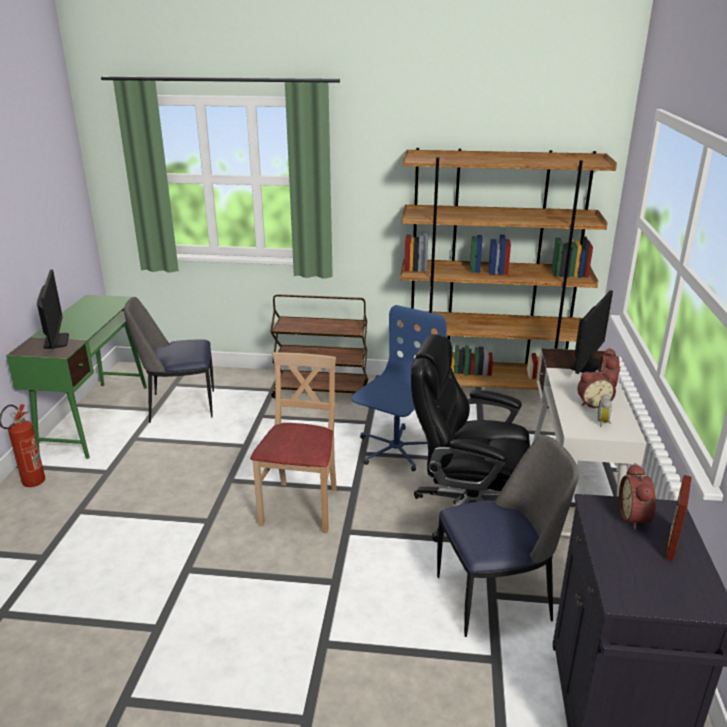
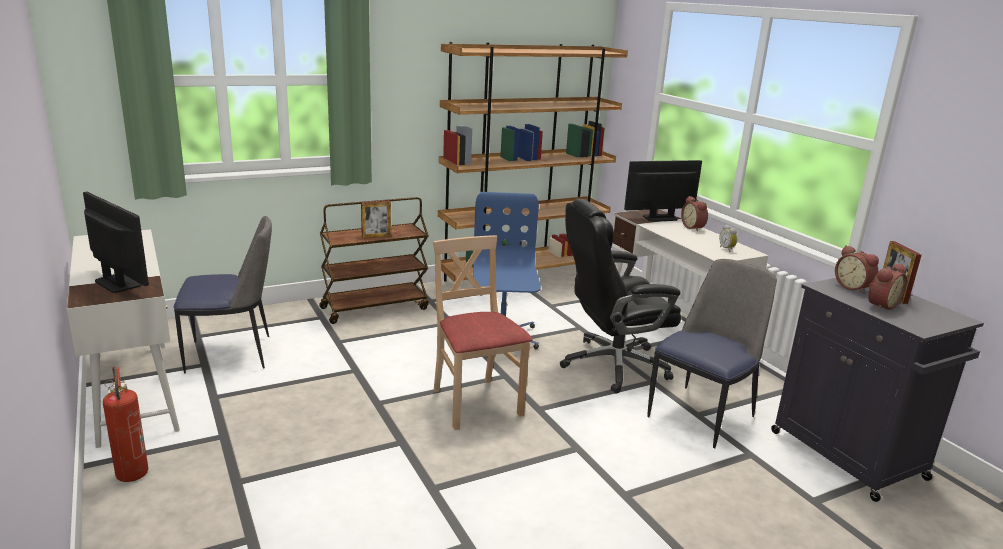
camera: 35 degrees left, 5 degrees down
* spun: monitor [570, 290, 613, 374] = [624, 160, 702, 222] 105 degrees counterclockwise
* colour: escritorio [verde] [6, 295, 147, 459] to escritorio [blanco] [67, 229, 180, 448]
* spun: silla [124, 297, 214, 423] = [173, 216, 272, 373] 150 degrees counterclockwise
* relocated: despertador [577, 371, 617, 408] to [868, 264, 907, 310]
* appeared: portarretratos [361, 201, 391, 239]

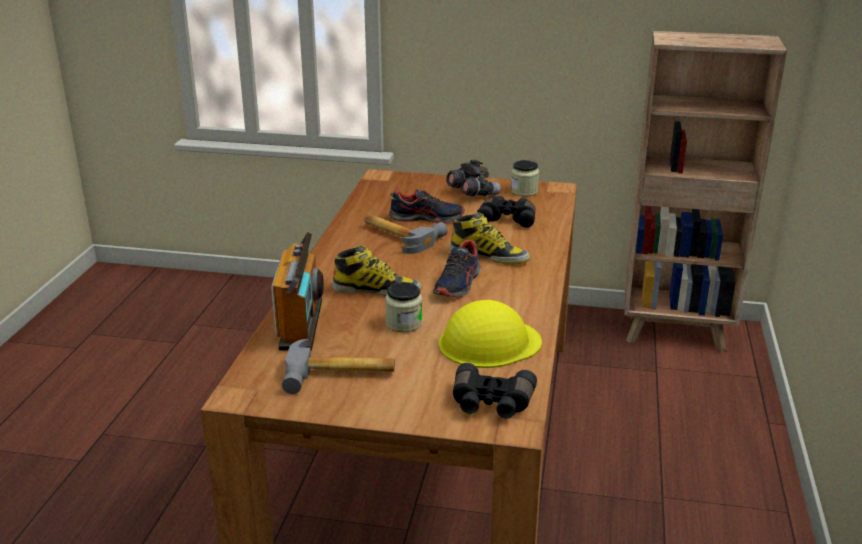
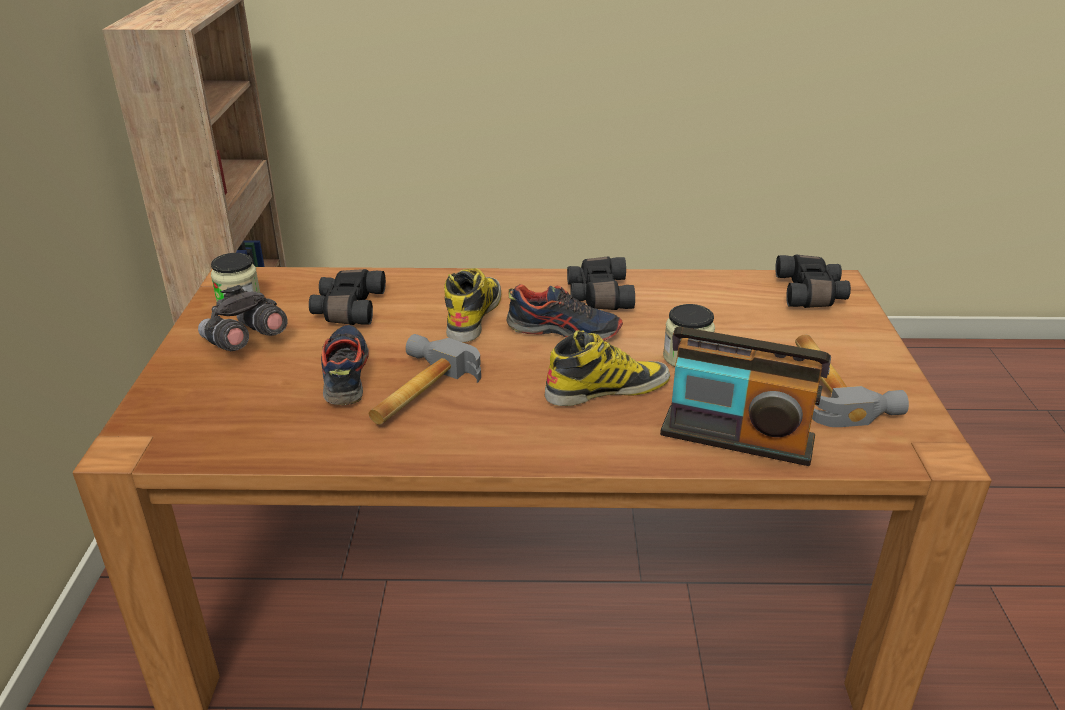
camera: 100 degrees left, 5 degrees up
* spun: radio [271, 232, 324, 351] = [660, 327, 831, 466] 150 degrees counterclockwise
* spun: bota [332, 245, 421, 296] = [545, 330, 670, 406] 75 degrees clockwise
* missing: casco [amarillo] [439, 300, 542, 368]
* appeared: prismáticos [negro] [567, 257, 635, 310]

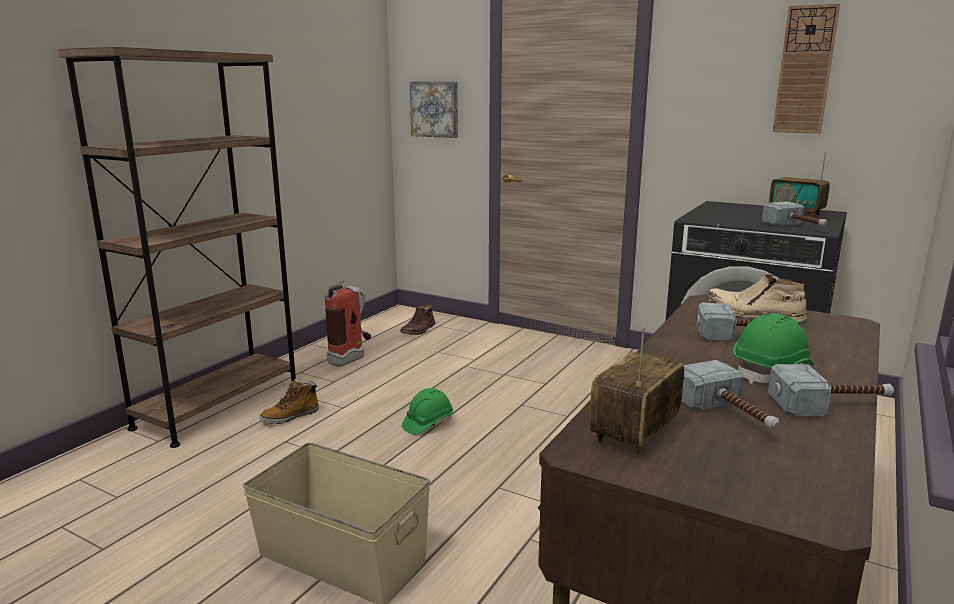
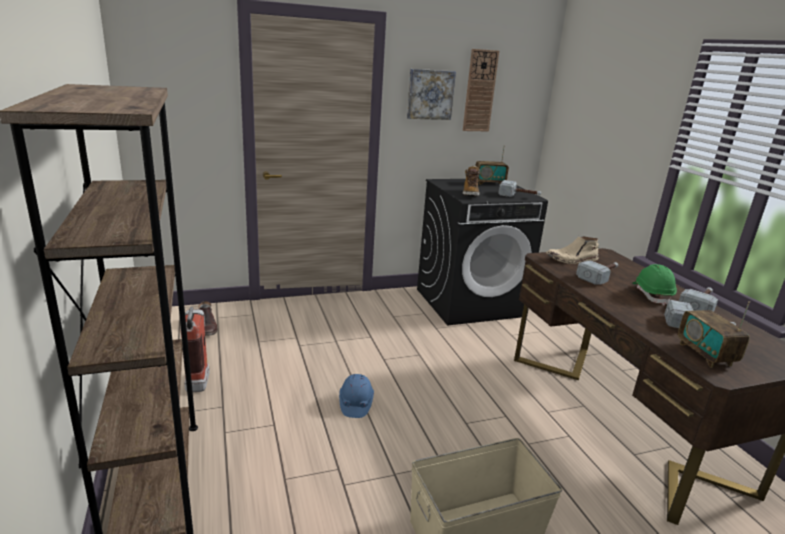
camera: 50 degrees left, 5 degrees up
* relocated: cuadro [410, 82, 458, 138] to [407, 69, 456, 120]
* relocated: bota [260, 378, 319, 424] to [463, 166, 480, 197]
* colour: casco [verde] [402, 388, 453, 435] to casco [azul] [339, 374, 374, 418]

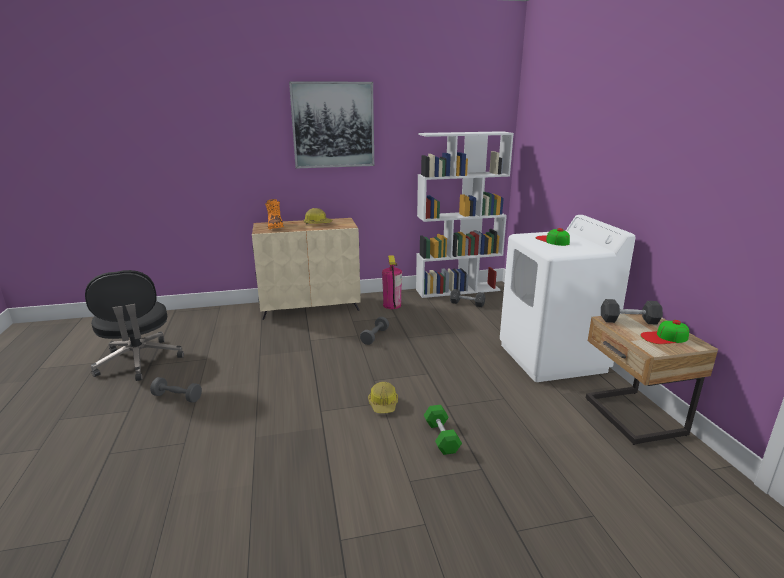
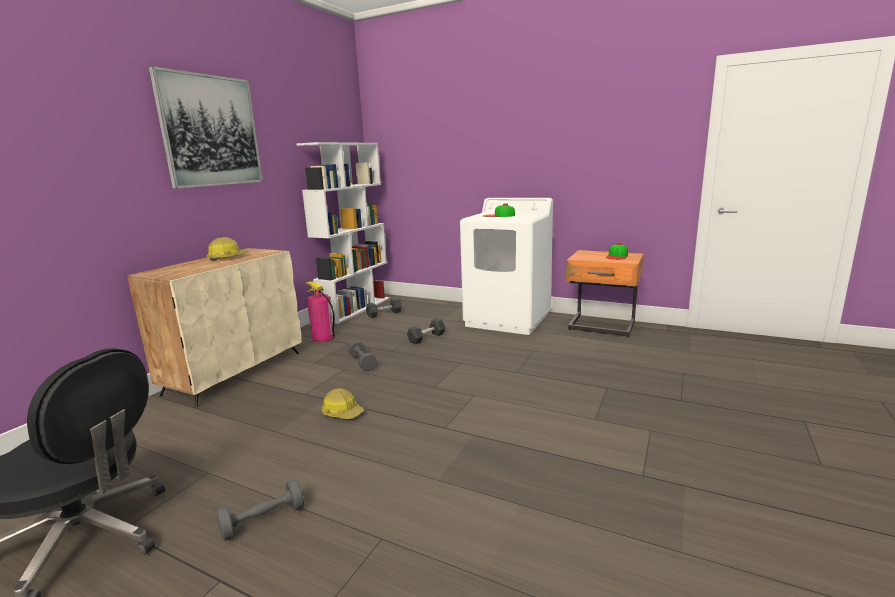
camera: 50 degrees left, 5 degrees down
* missing: bota [naranja] [265, 199, 284, 230]
* relocated: mancuerna [gris] [601, 299, 663, 324] to [407, 318, 446, 344]
* colour: mesita de noche [beis] [586, 313, 718, 445] to mesita de noche [naranja] [566, 250, 644, 337]
* relocated: casco [368, 382, 398, 413] to [322, 388, 364, 419]
* missing: mancuerna [verde] [424, 405, 462, 455]

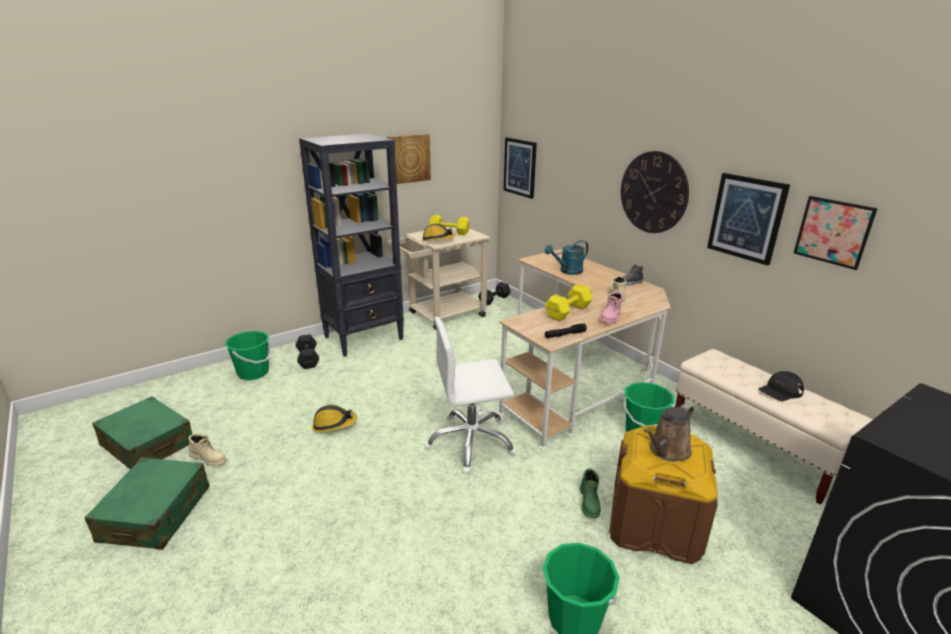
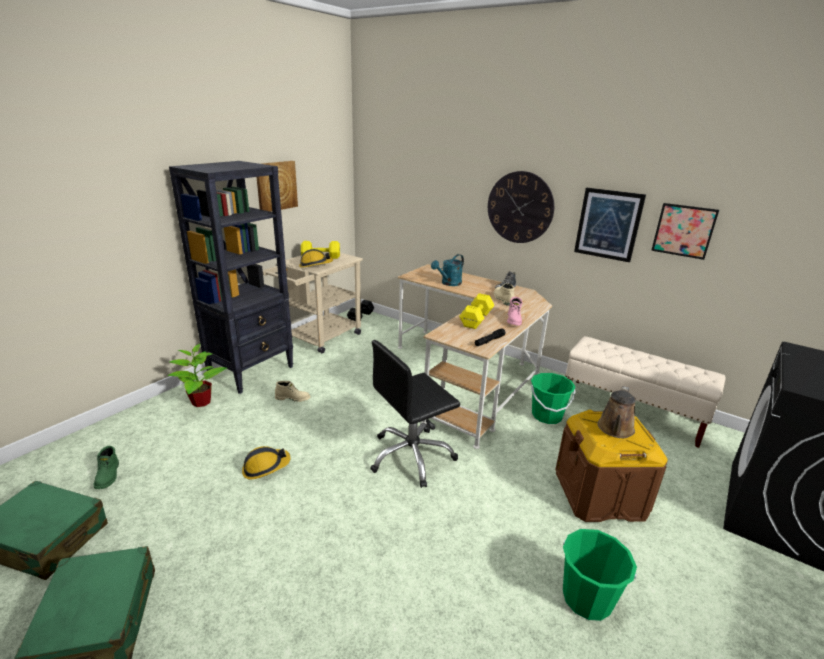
camera: 20 degrees left, 0 degrees up
* missing: cuadro [504, 137, 537, 199]
* colour: silla de oficina [blanco] [424, 317, 517, 474] to silla de oficina [negro] [370, 340, 460, 488]
* missing: cubo [verde] [224, 331, 271, 380]
* exchanged: mancuerna [negro] [296, 334, 319, 369] to planta en maceta [167, 343, 227, 407]
* missing: gorra [negro] [759, 371, 804, 401]
* relocated: bota [beis] [189, 434, 227, 466] to [275, 381, 310, 402]
* relocated: bota [verde] [580, 469, 601, 518] to [94, 446, 119, 489]

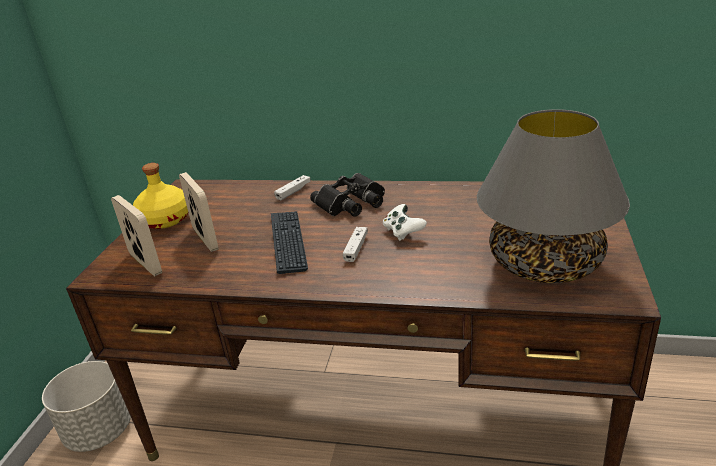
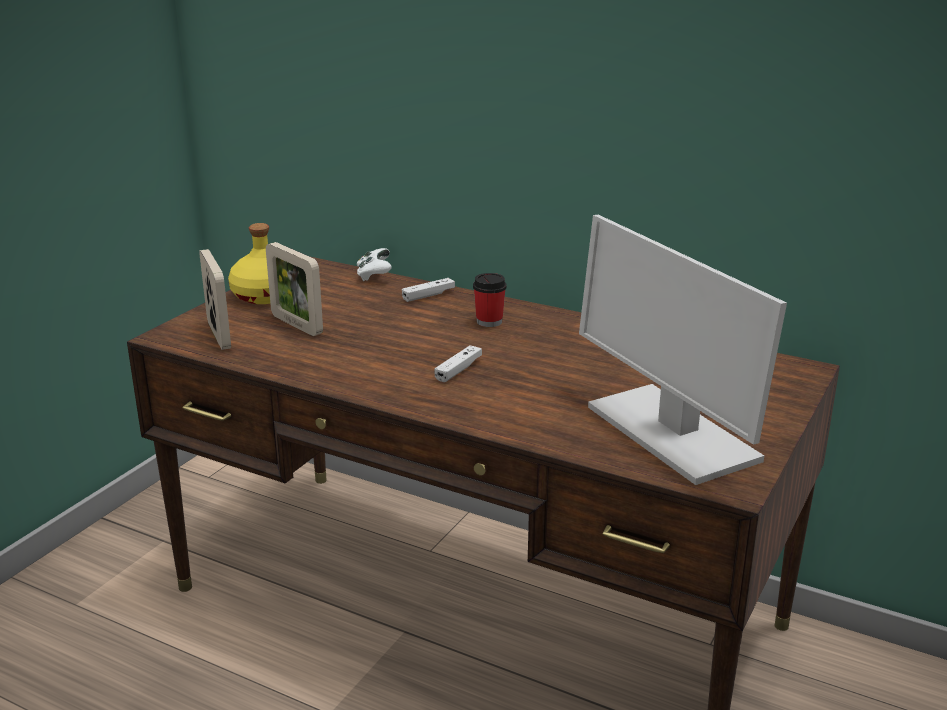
camera: 15 degrees right, 5 degrees down
* exchanged: lámpara de mesa [gris] [477, 109, 630, 283] to monitor [579, 215, 787, 485]
* spun: portarretratos [179, 172, 219, 252] = [266, 242, 323, 336] 150 degrees clockwise
* exchanged: prismáticos [negro] [310, 173, 385, 217] to taza [473, 273, 507, 327]
* relocated: mando de consola [blanco] [383, 204, 427, 241] to [357, 248, 392, 281]
* missing: teclado [271, 211, 308, 274]
* missing: maceta [gris] [42, 361, 131, 452]

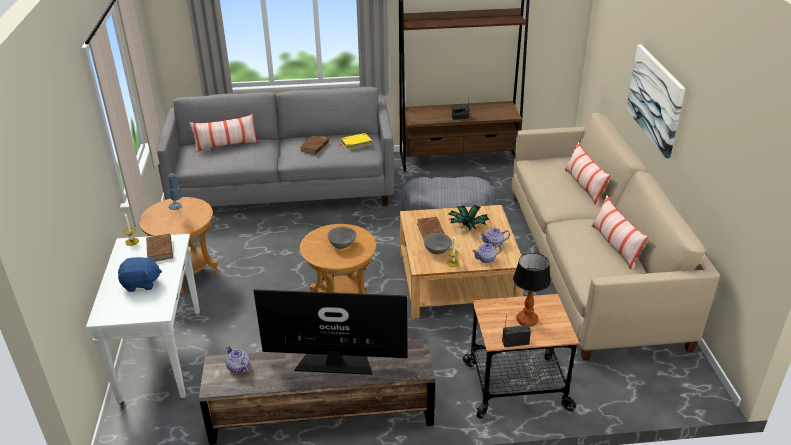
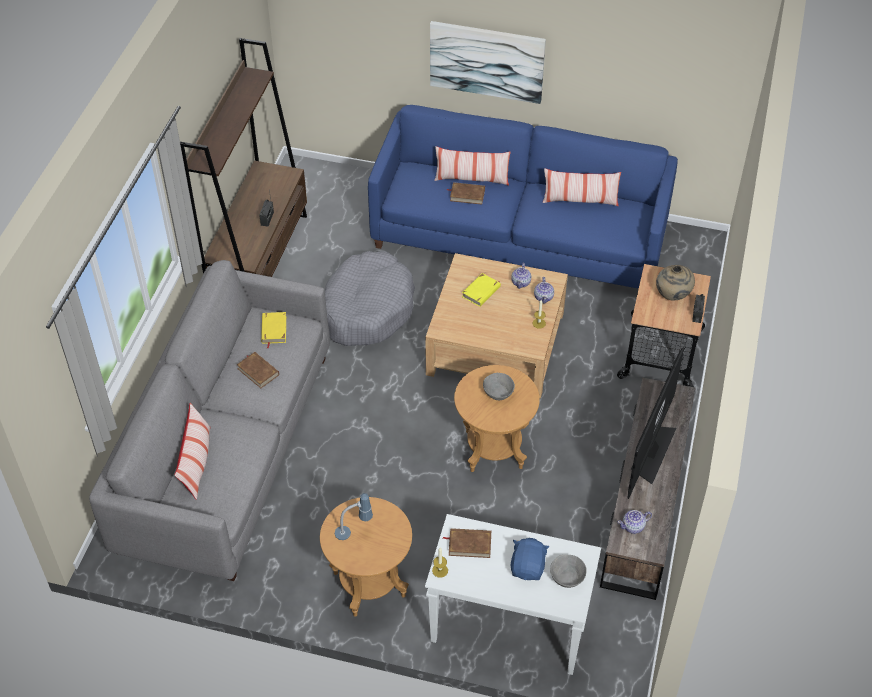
camera: 70 degrees left, 15 degrees up
* colour: sofá [beis] [512, 113, 720, 361] to sofá [azul] [368, 105, 678, 289]
* exchanged: planta en maceta [448, 205, 490, 230] to libro [amarillo] [462, 273, 501, 307]
* relocated: libro [marrón] [417, 217, 445, 239] to [447, 182, 485, 205]
* relocated: cuenco [gris] [424, 233, 452, 254] to [550, 555, 587, 588]
* exchanged: lámpara de mesa [513, 253, 551, 327] to florero [beis] [656, 265, 695, 301]

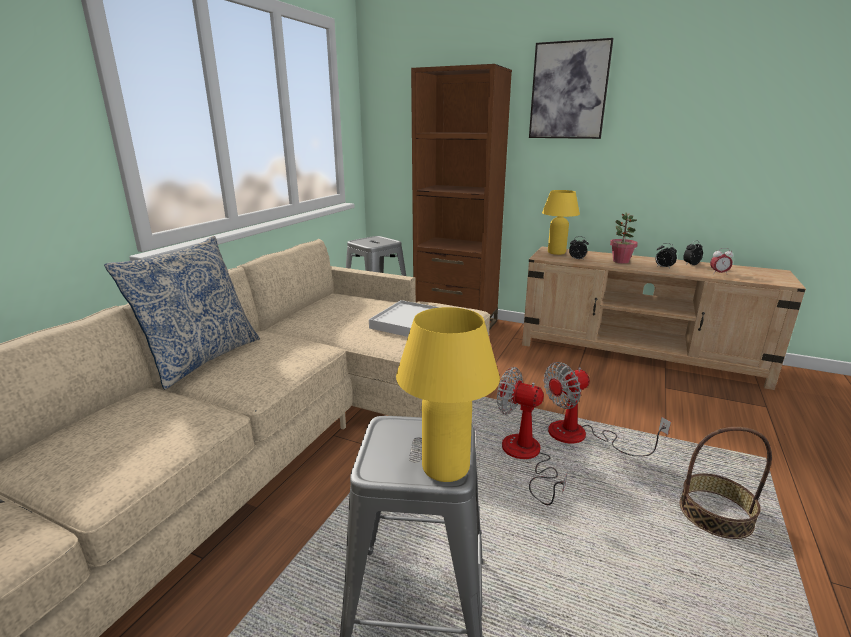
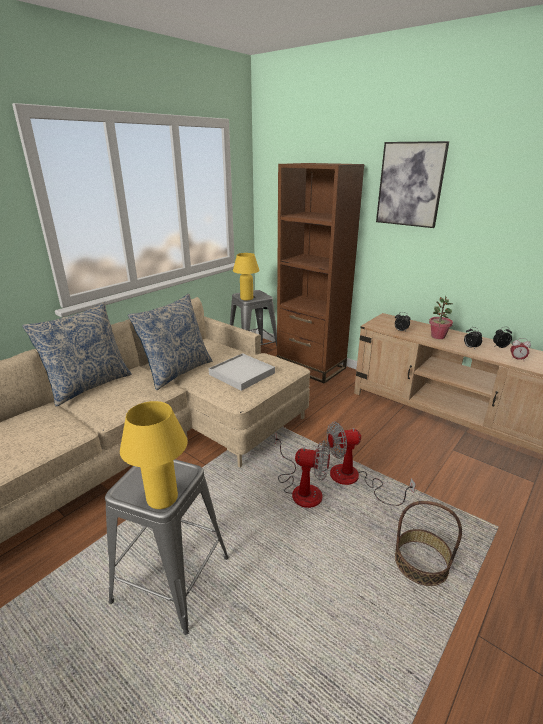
camera: 15 degrees right, 5 degrees up
* relocated: lámpara de mesa [amarillo] [542, 190, 580, 255] to [233, 253, 260, 300]
* spun: ventilador [497, 367, 568, 505] = [275, 432, 330, 508] 150 degrees clockwise
* appeared: cojín [128, 294, 212, 390]

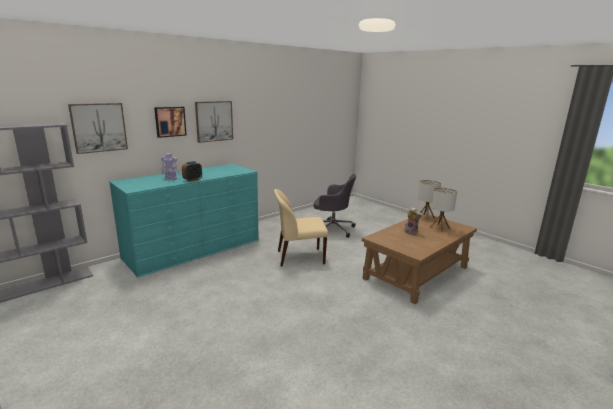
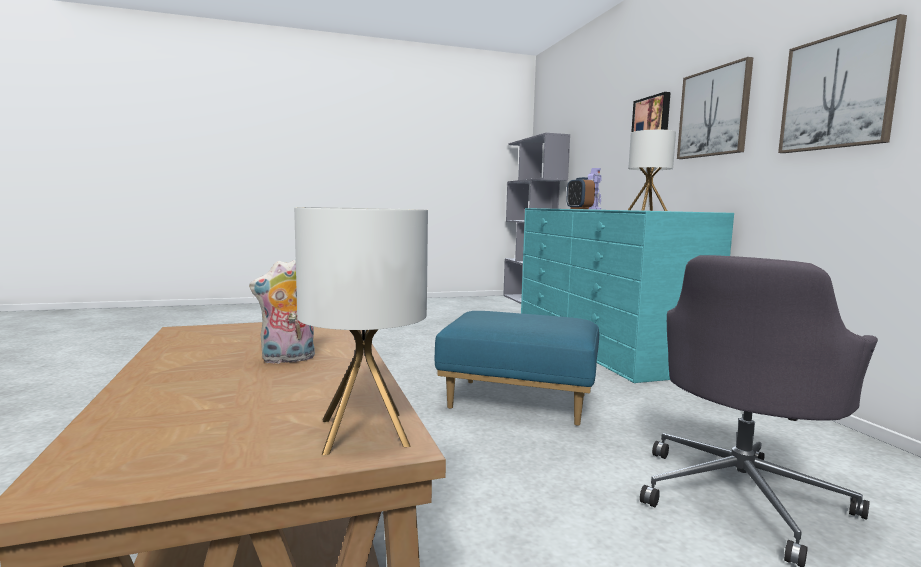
camera: 115 degrees right, 10 degrees down
* relocated: cuadro [68, 103, 128, 154] to [778, 14, 907, 153]
* relocated: lámpara de mesa [430, 187, 457, 232] to [628, 130, 676, 211]
* exchanged: silla [beis] [274, 189, 328, 266] to puf [azul] [434, 311, 599, 426]

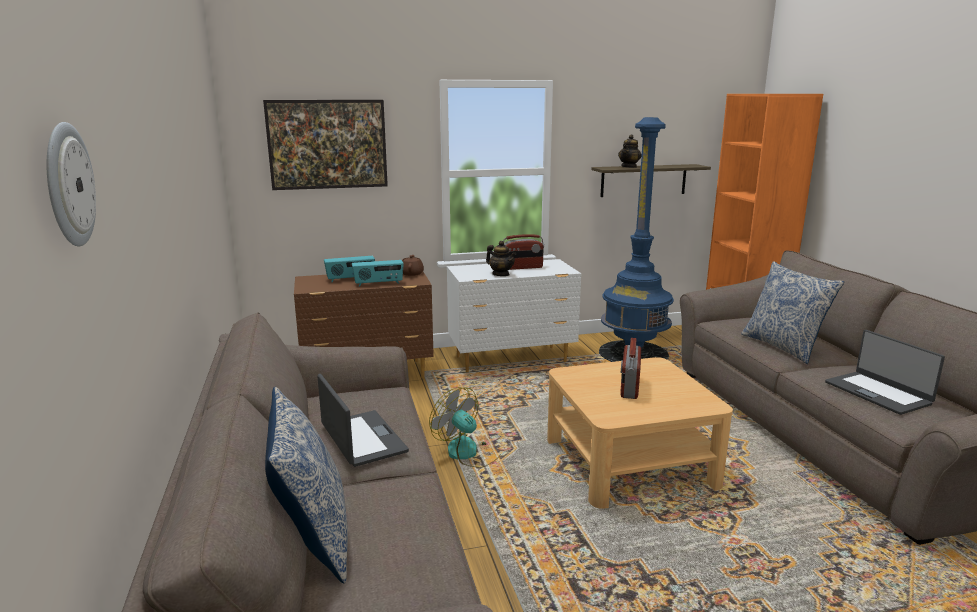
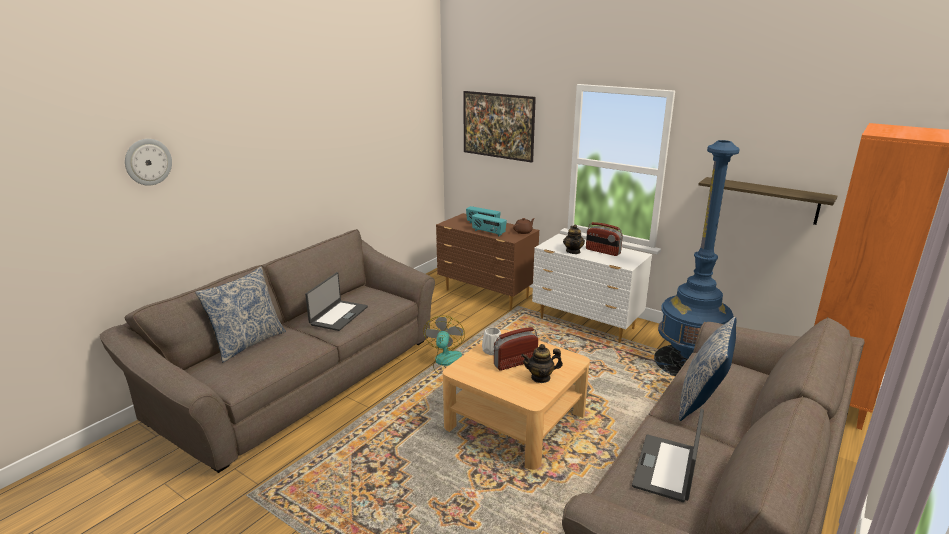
camera: 50 degrees right, 5 degrees up
* relocated: tetera [618, 134, 642, 168] to [521, 344, 563, 383]
* appeared: florero [blanco] [482, 328, 501, 355]

